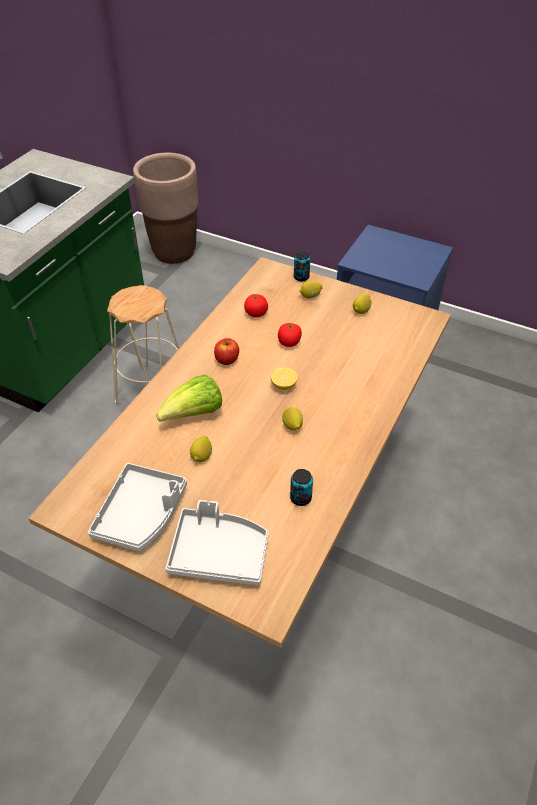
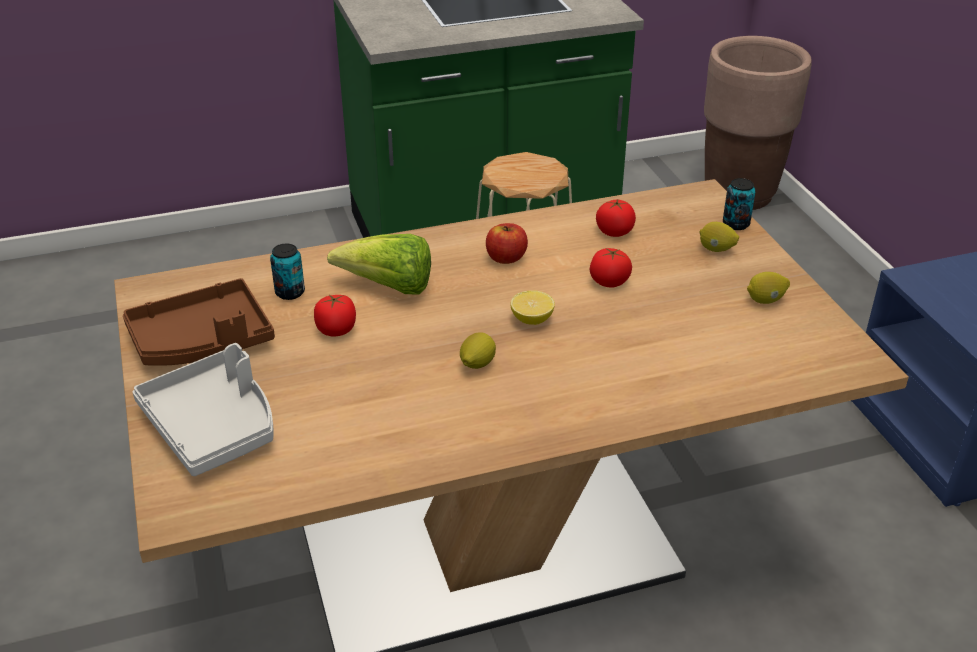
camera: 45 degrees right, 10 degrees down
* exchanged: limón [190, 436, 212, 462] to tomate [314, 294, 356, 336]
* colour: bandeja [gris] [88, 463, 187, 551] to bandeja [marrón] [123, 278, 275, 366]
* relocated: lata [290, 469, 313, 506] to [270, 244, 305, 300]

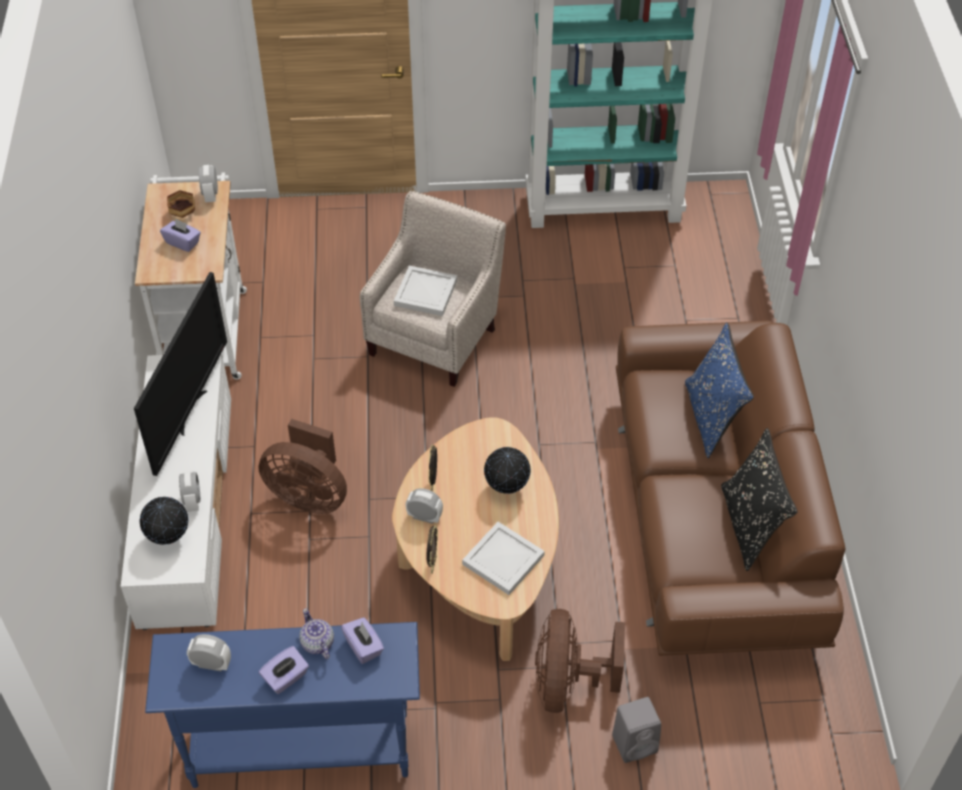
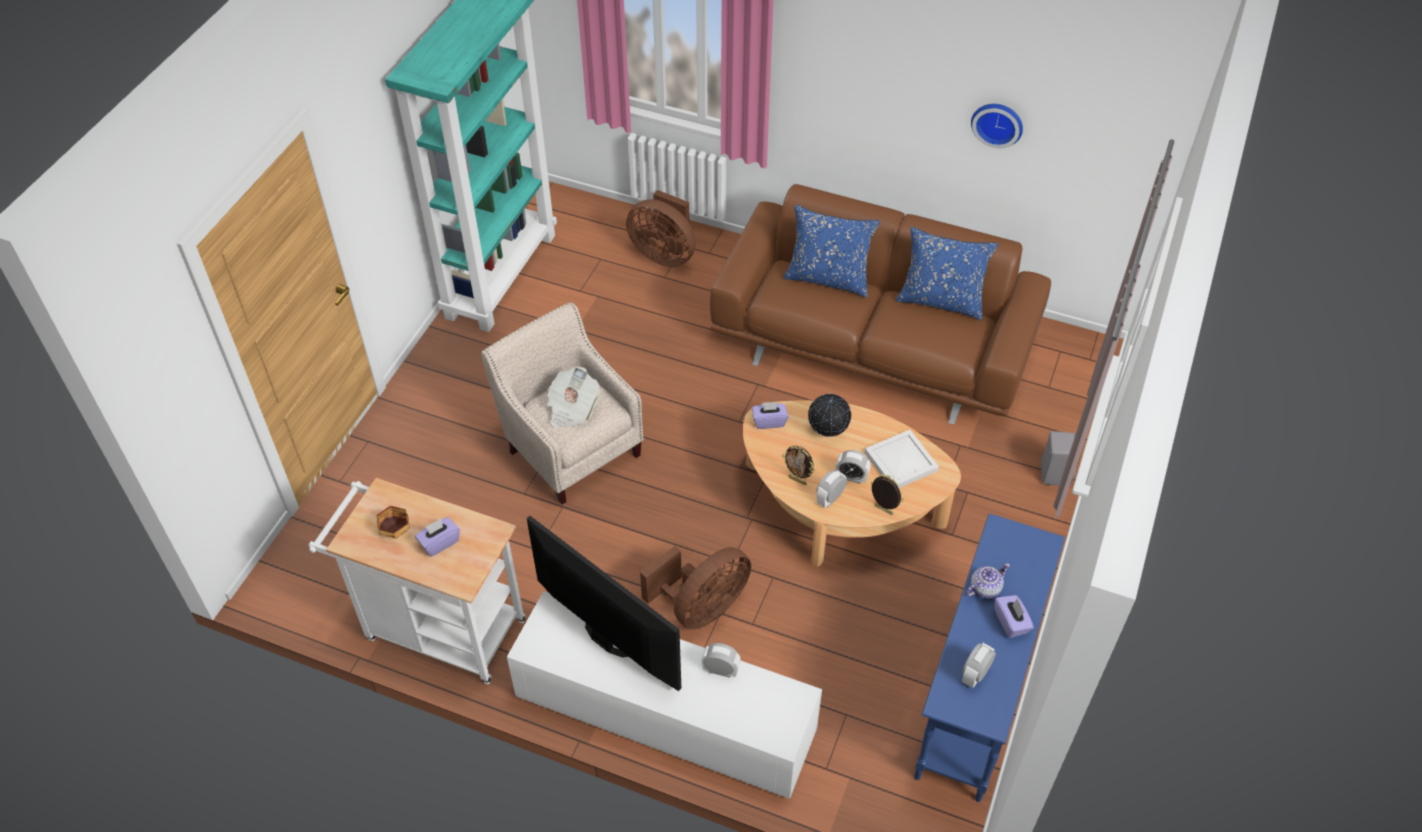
camera: 65 degrees left, 0 degrees up
* relocated: despertador [199, 165, 218, 202] to [835, 450, 871, 484]
* exchanged: bandeja [blanco] [394, 266, 457, 316] to periódico [547, 367, 600, 428]
* colour: cojín [negro] [721, 428, 798, 571] to cojín [azul] [896, 227, 999, 320]
* missing: globo terráqueo [139, 497, 188, 545]
* spun: tetera [299, 608, 334, 659] = [966, 563, 1010, 599] 150 degrees clockwise
* relocated: ventilador [marrón] [535, 609, 625, 713] to [626, 190, 696, 267]
* relocated: caja de pañuelos [morado] [341, 617, 384, 664] to [752, 402, 788, 429]
* appeared: reloj de pared [971, 104, 1023, 148]

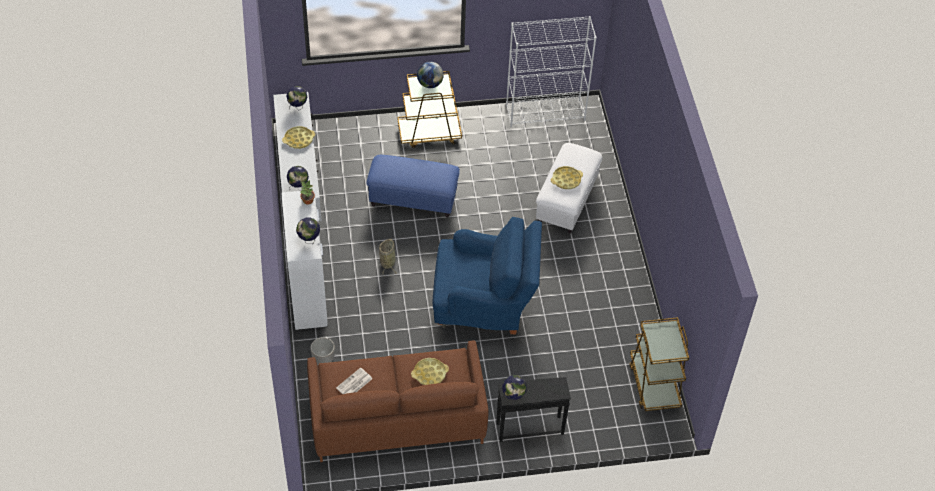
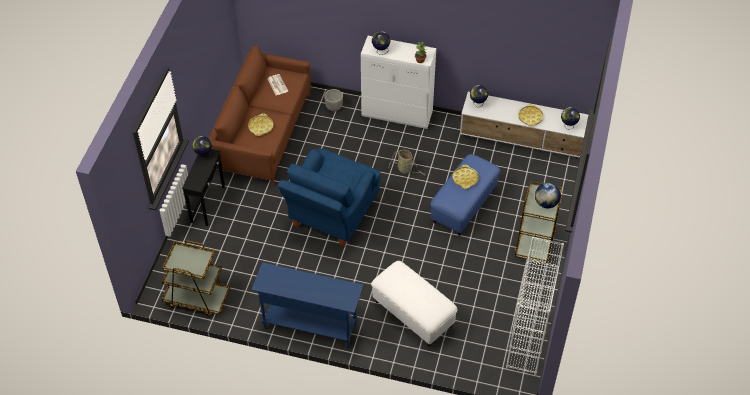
camera: 115 degrees right, 0 degrees up
* relocated: bandeja [amarillo] [551, 166, 583, 189] to [453, 165, 478, 189]
* appeared: mesa consola [azul] [251, 262, 364, 348]

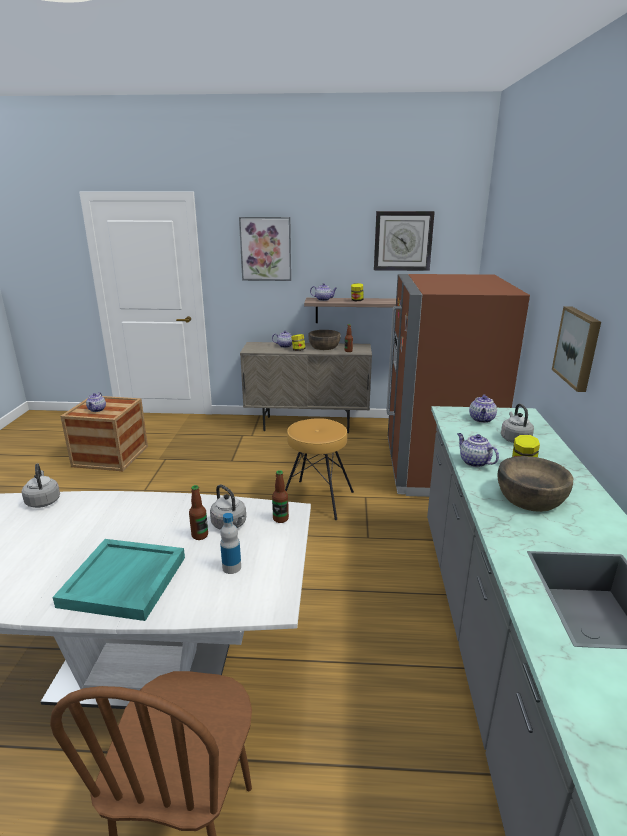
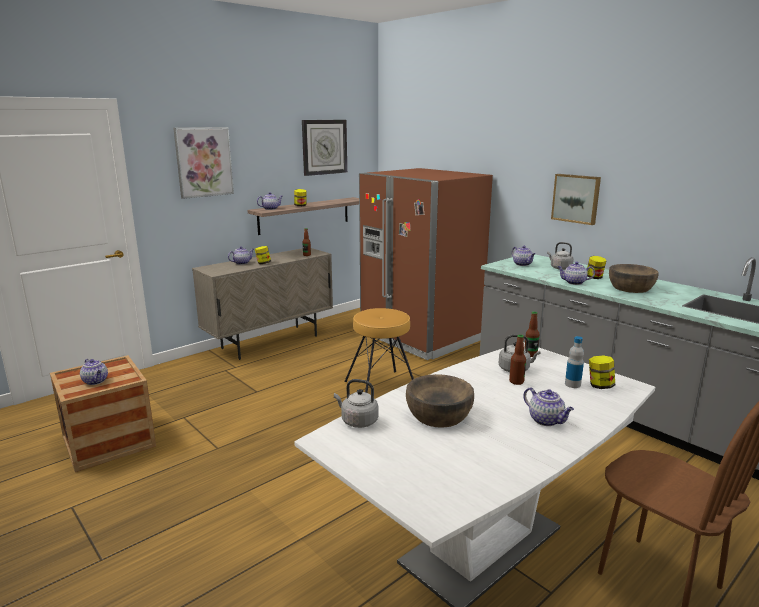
camera: 45 degrees left, 5 degrees down
* relocated: cuenco [marrón] [308, 330, 341, 350] to [406, 374, 474, 428]
* exchanged: bandeja [turquesa] [53, 539, 185, 621] to tetera [523, 387, 574, 426]
* appeared: tarro [589, 356, 615, 389]

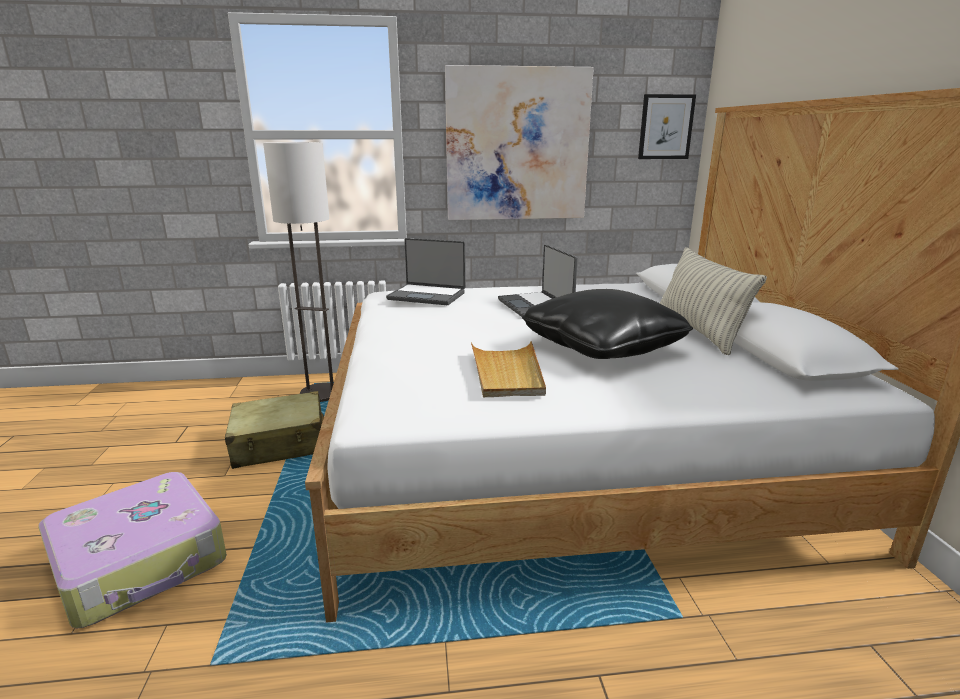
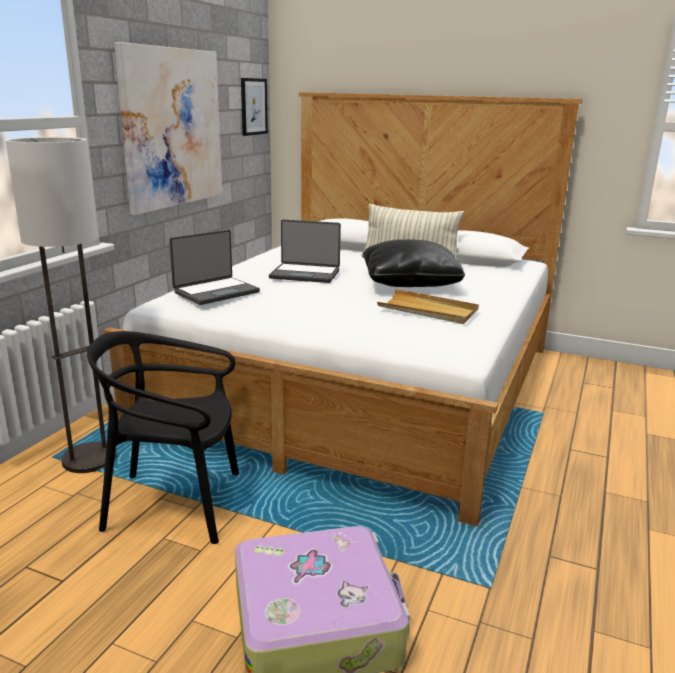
camera: 60 degrees left, 0 degrees up
* exchanged: maleta [beis] [225, 391, 324, 469] to silla [negro] [87, 331, 239, 544]

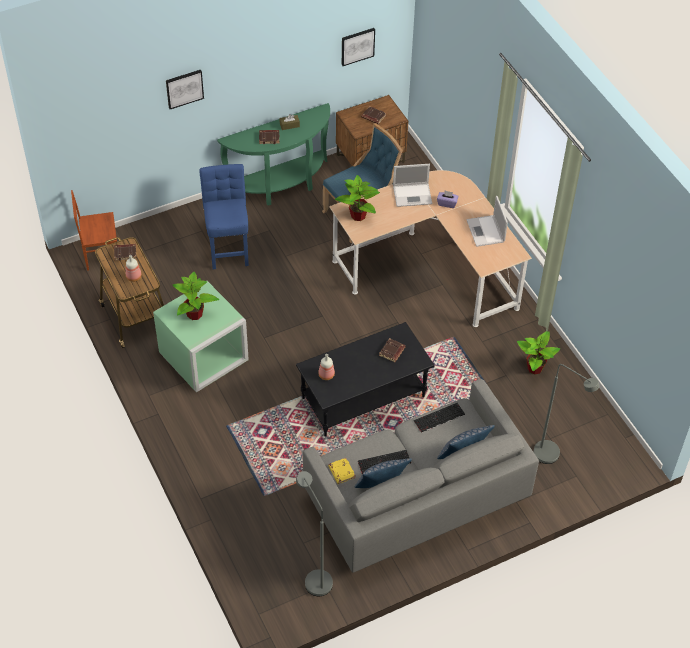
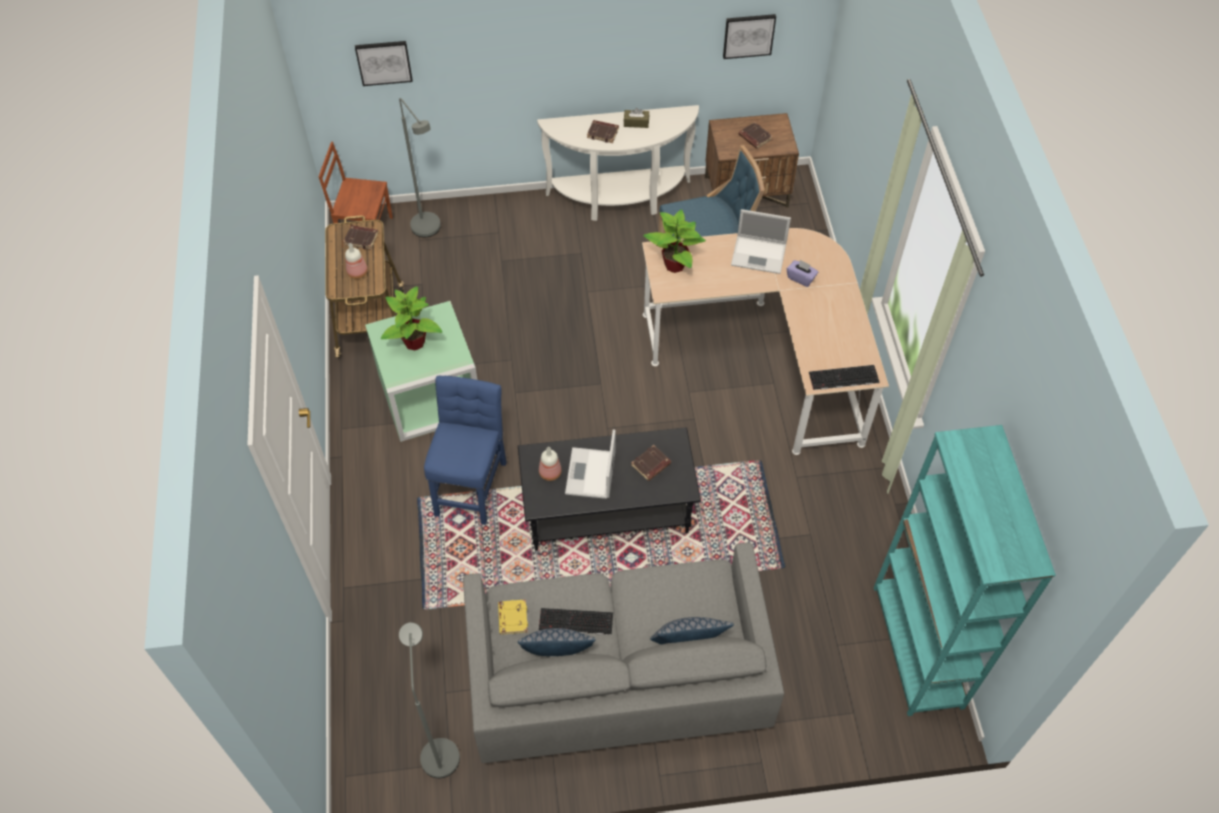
camera: 20 degrees right, 5 degrees up
* relocated: cuadro [166, 70, 204, 109] to [355, 41, 413, 86]
* colour: mesa consola [verde] [217, 103, 330, 205] to mesa consola [blanco] [537, 105, 699, 221]
* relocated: silla [azul] [199, 164, 249, 269] to [424, 376, 507, 525]
* relocated: portátil [466, 196, 508, 247] to [565, 429, 616, 499]
* missing: planta en maceta [517, 331, 560, 375]
* relocated: lámpara de pie [gris] [533, 364, 599, 464] to [399, 98, 441, 237]
* relocated: teclado [414, 403, 465, 433] to [809, 365, 879, 390]
* appeared: estantería [turquesa] [873, 425, 1056, 716]

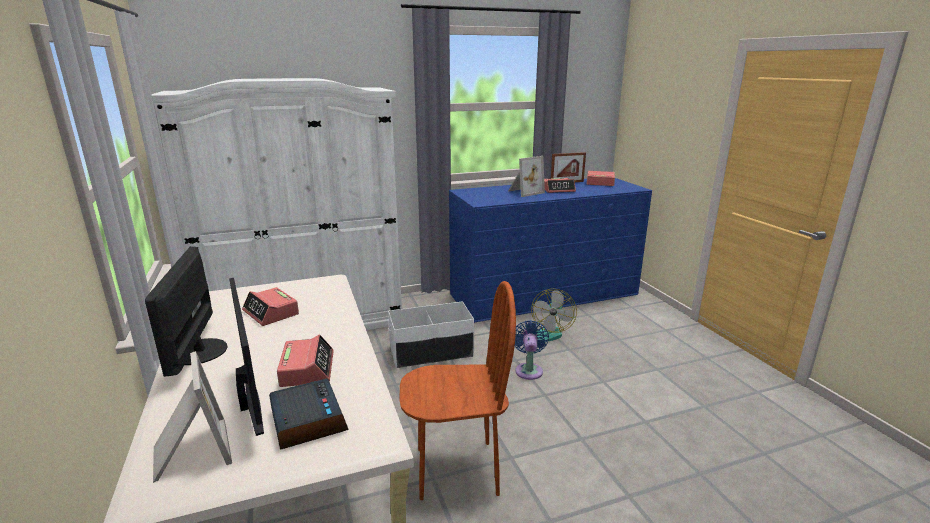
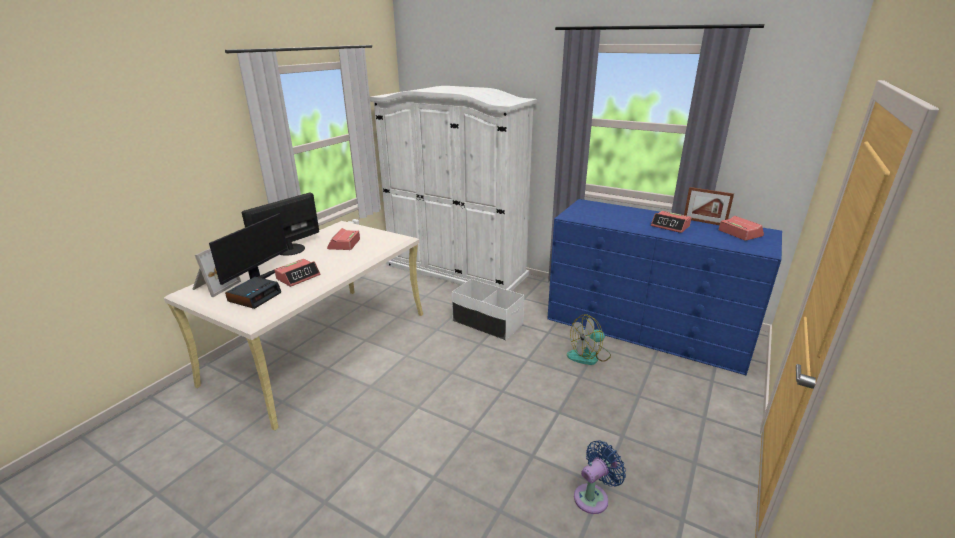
camera: 50 degrees right, 5 degrees up
* missing: portarretratos [508, 156, 545, 197]
* missing: silla [marrón] [399, 281, 516, 500]
* relocated: ventilador [azul] [515, 320, 549, 380] to [574, 440, 626, 514]

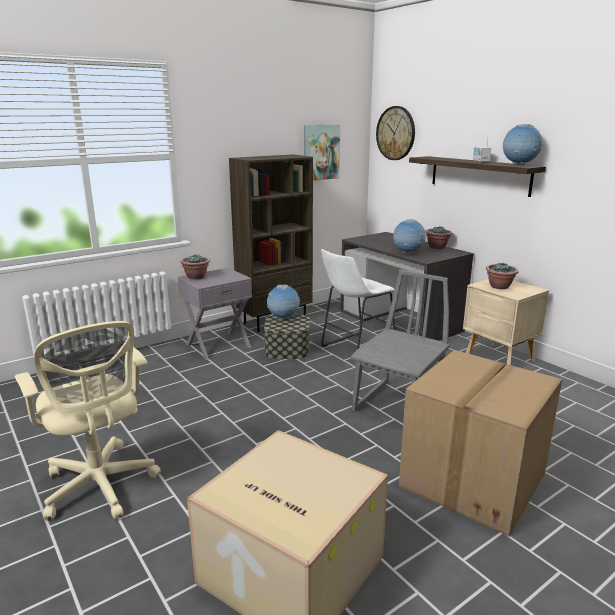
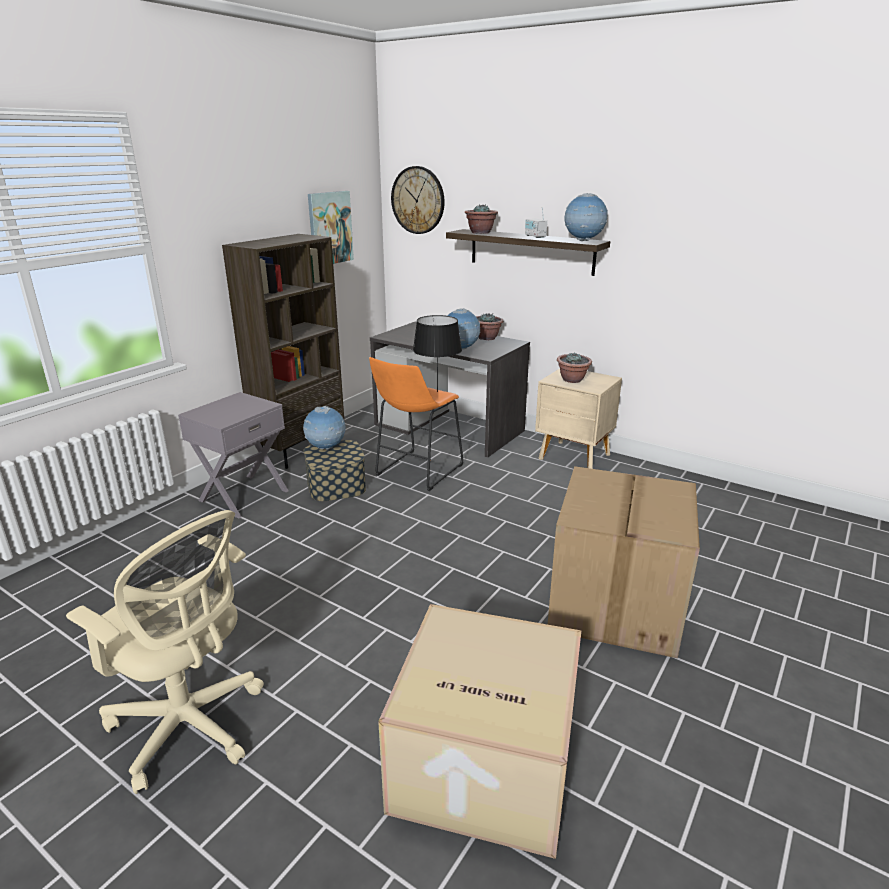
camera: 20 degrees left, 5 degrees up
* colour: taburete [blanco] [321, 249, 396, 349] to taburete [naranja] [369, 357, 463, 491]
* relocated: planta en maceta [180, 255, 210, 279] to [465, 204, 498, 234]
* missing: silla [gris] [351, 270, 450, 412]
* appeared: lámpara de mesa [negro] [413, 315, 462, 392]

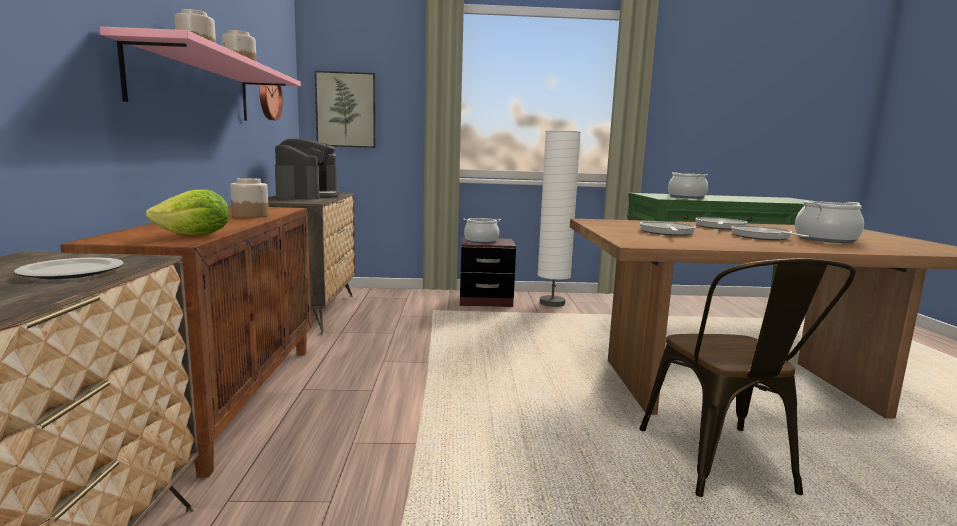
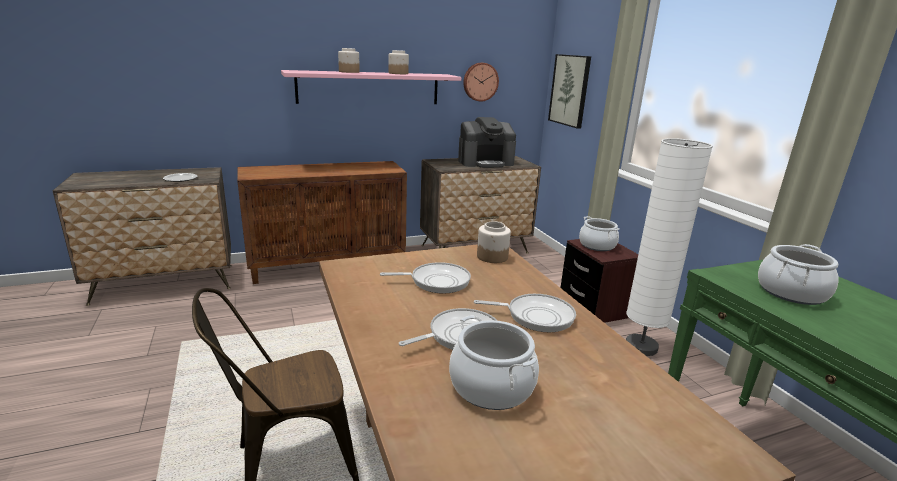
camera: 70 degrees right, 10 degrees up
* relocated: tarro [230, 178, 269, 218] to [477, 221, 511, 263]
* missing: lechuga [145, 189, 229, 235]

